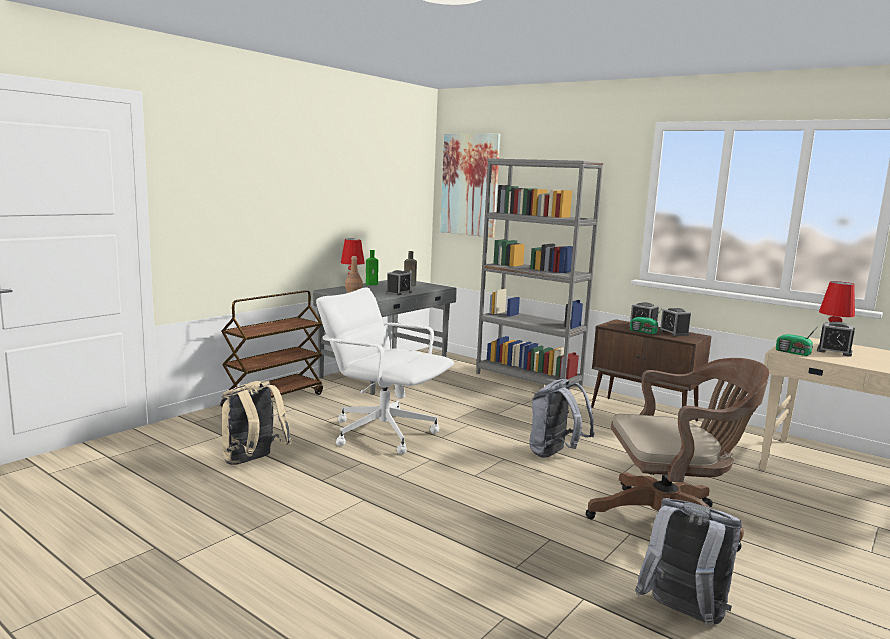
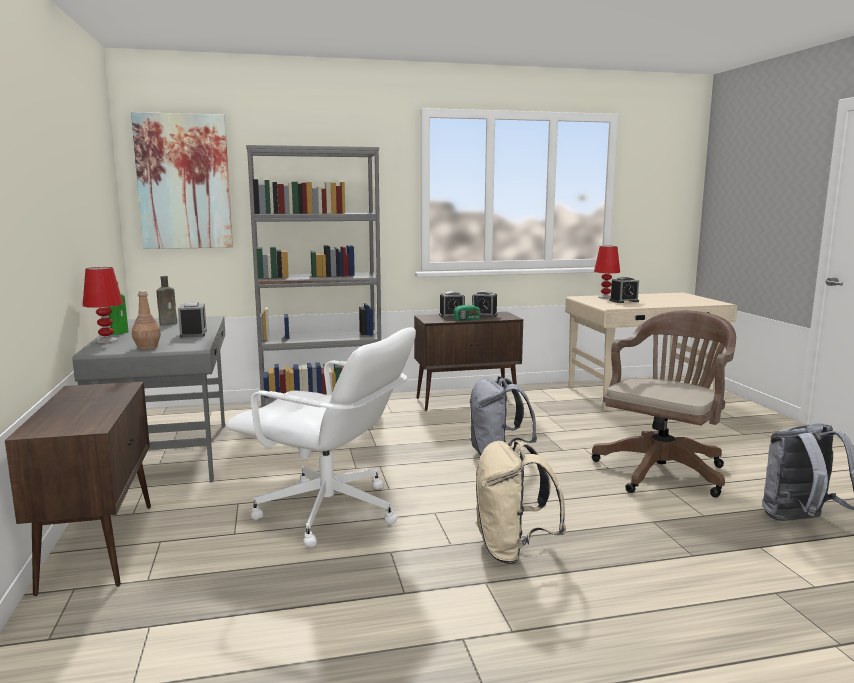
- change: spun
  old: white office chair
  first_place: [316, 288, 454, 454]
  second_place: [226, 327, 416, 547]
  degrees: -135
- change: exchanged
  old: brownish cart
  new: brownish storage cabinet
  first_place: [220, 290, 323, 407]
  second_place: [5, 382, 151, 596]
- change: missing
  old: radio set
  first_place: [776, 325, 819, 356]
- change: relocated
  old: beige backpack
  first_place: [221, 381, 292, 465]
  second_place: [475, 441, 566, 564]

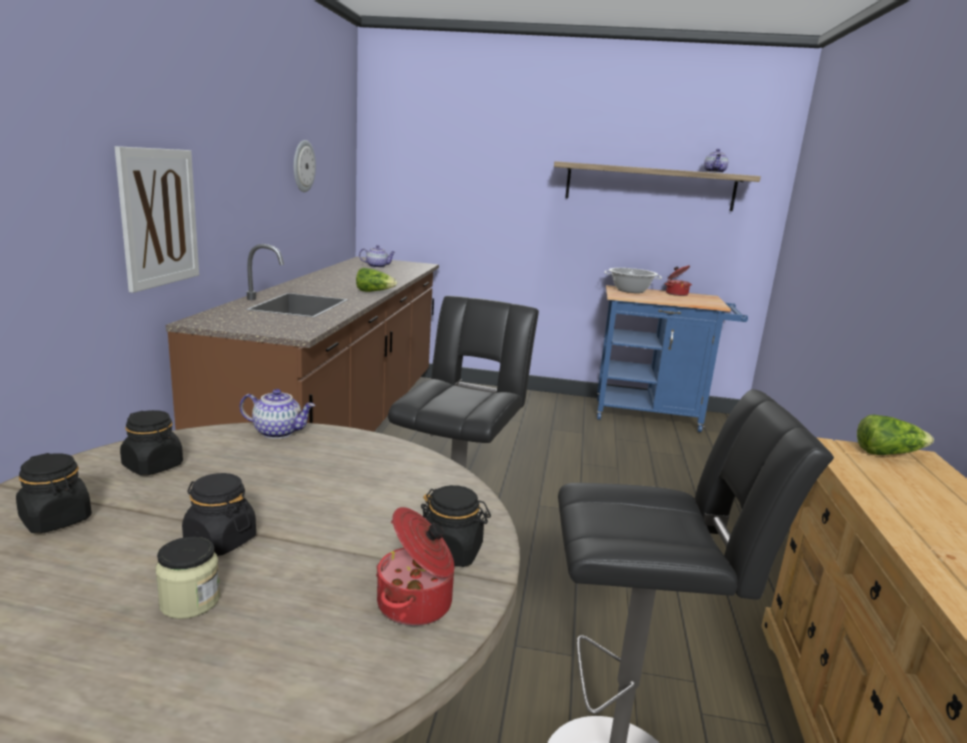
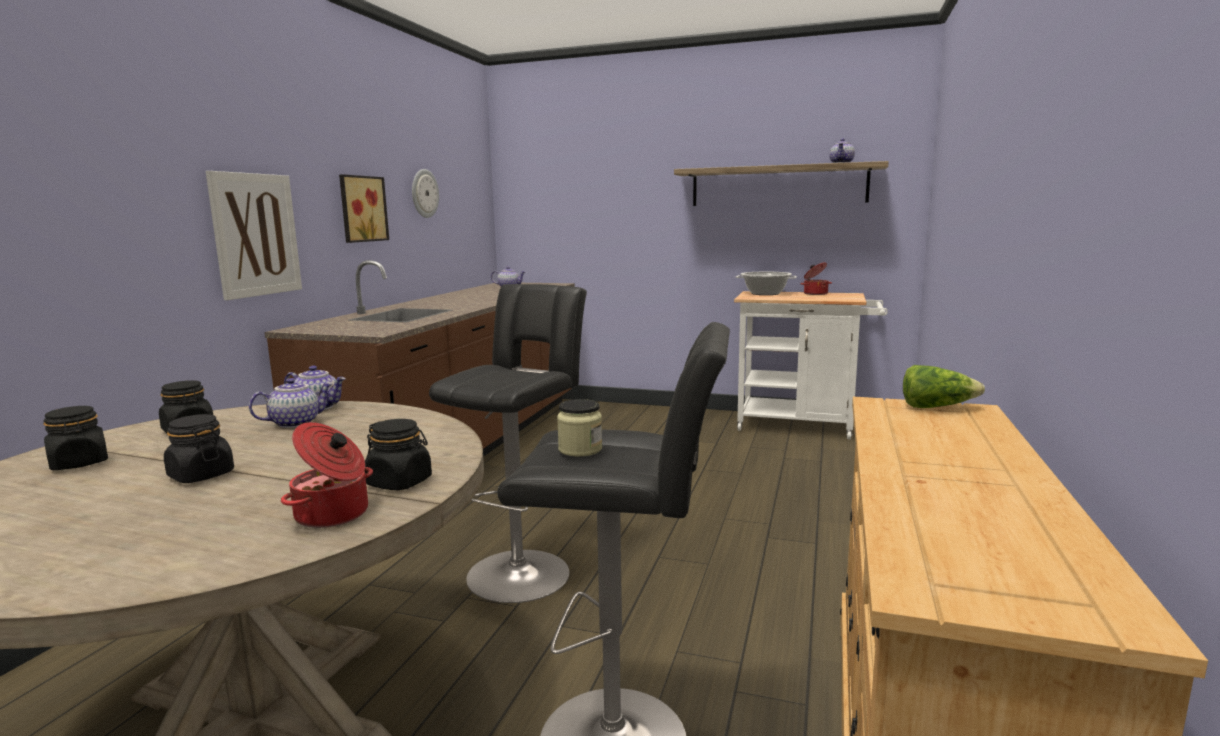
- change: missing
  old: lettuce
  first_place: [356, 267, 397, 292]
- change: colour
  old: blue cart
  new: white cart
  first_place: [597, 285, 748, 432]
  second_place: [734, 291, 888, 439]
- change: relocated
  old: preserve jar
  first_place: [155, 537, 220, 619]
  second_place: [557, 399, 602, 456]
- change: appeared
  new: picture
  second_place: [339, 174, 389, 243]
- change: appeared
  new: tea pot
  second_place: [249, 378, 333, 428]

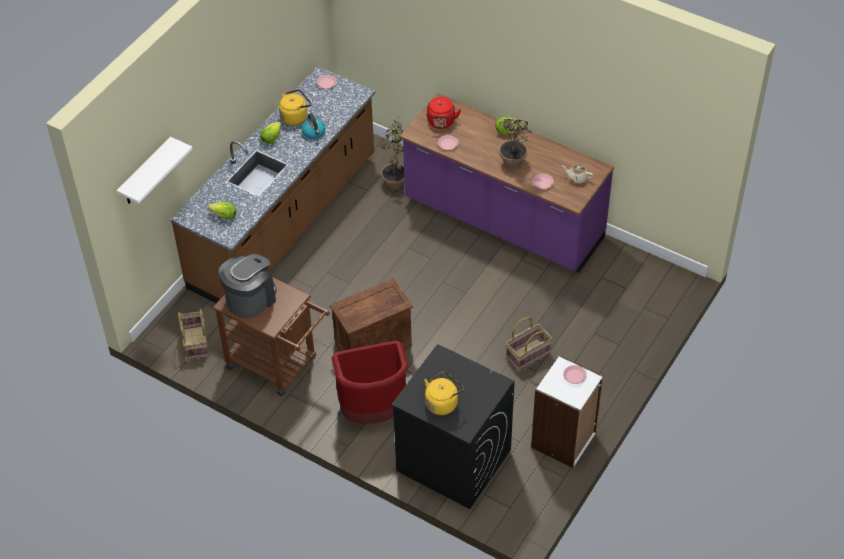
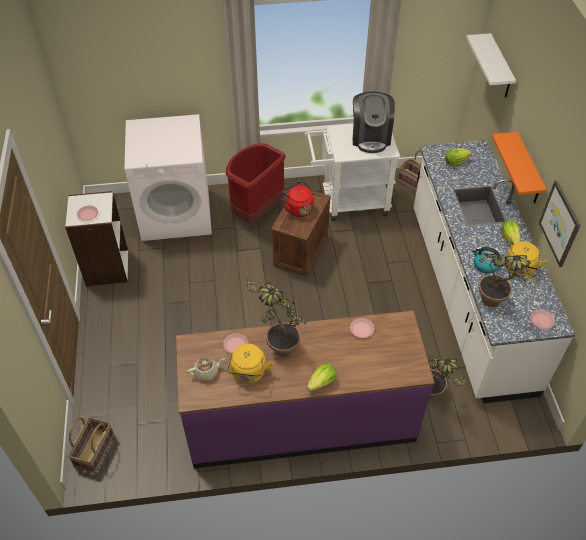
- change: colour
  old: brownish kitchen base unit
  new: white kitchen base unit
  first_place: [171, 66, 375, 303]
  second_place: [414, 140, 575, 403]
- change: relocated
  old: red-coloured kettle
  first_place: [426, 97, 461, 129]
  second_place: [282, 181, 314, 217]
- change: colour
  old: brownish cart
  new: white cart
  first_place: [212, 277, 330, 396]
  second_place: [305, 124, 400, 221]
- change: relocated
  old: household basket
  first_place: [506, 317, 552, 371]
  second_place: [67, 417, 114, 473]
- change: colour
  old: black washing machine
  new: white washing machine
  first_place: [391, 344, 515, 509]
  second_place: [125, 114, 212, 241]
- change: relocated
  old: yellowish kettle
  first_place: [424, 371, 464, 415]
  second_place: [227, 344, 273, 384]
- change: appeared
  new: orange-coloured shelf
  second_place: [492, 132, 547, 203]
- change: appeared
  new: picture
  second_place: [539, 180, 581, 267]
- change: appeared
  new: houseplant
  second_place: [478, 254, 538, 307]

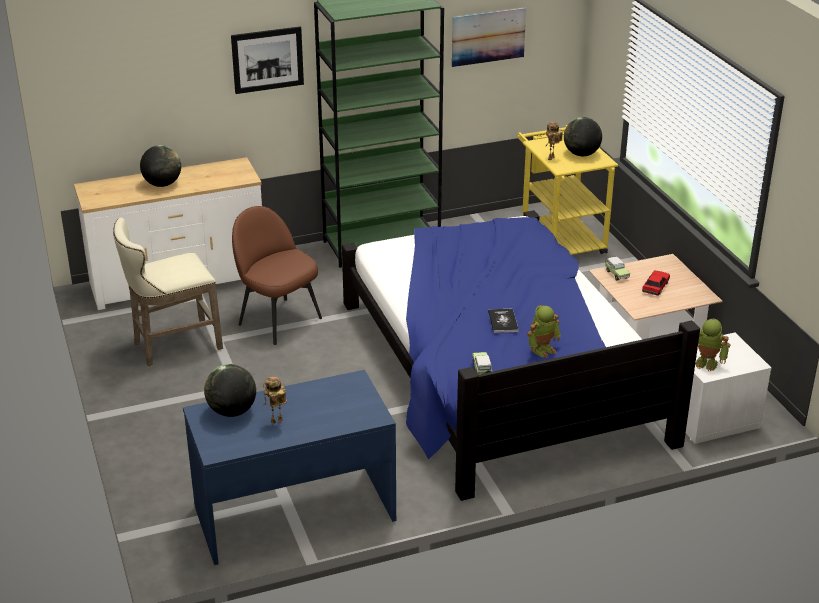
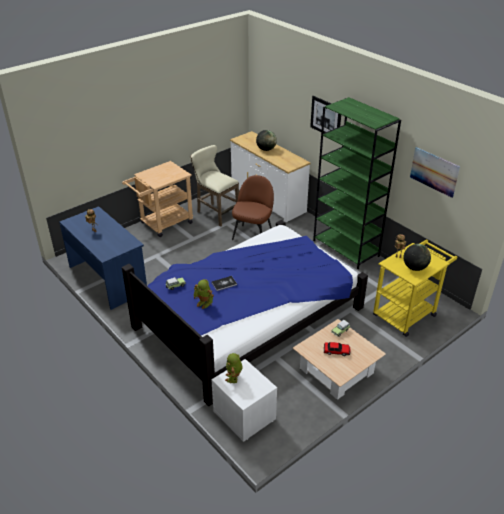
- change: missing
  old: desk globe
  first_place: [204, 364, 256, 417]
- change: appeared
  new: beige cart
  second_place: [122, 161, 193, 237]

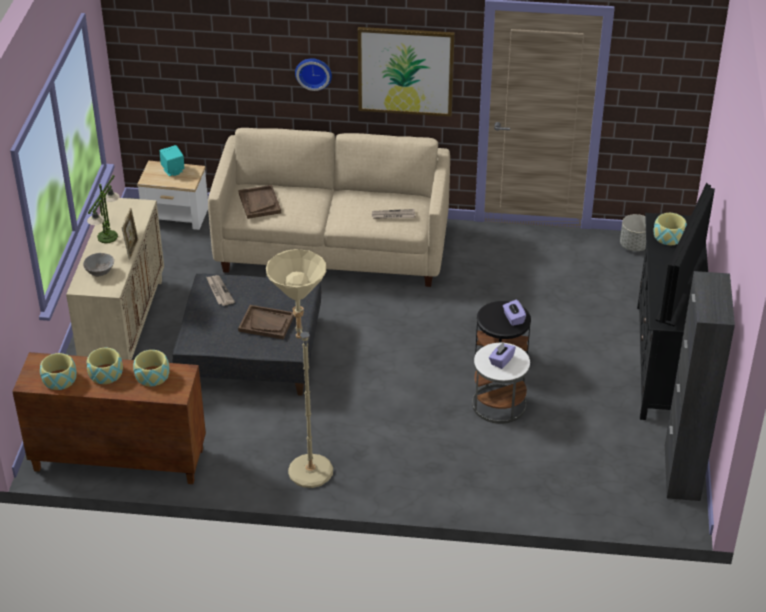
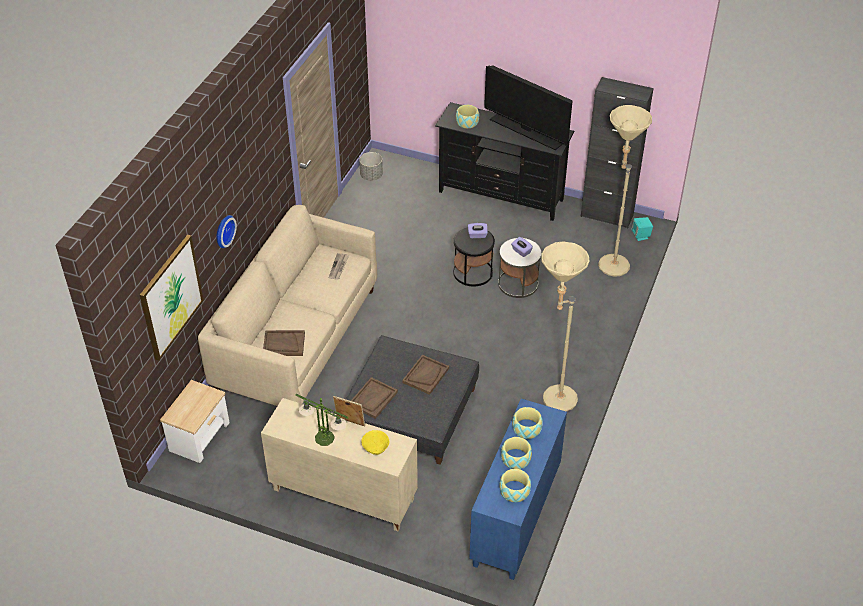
- change: relocated
  old: picture
  first_place: [358, 27, 455, 117]
  second_place: [140, 235, 204, 361]
- change: relocated
  old: turquoise audio speaker
  first_place: [160, 145, 184, 176]
  second_place: [631, 217, 653, 241]
- change: colour
  old: gray bowl
  new: yellowish bowl
  first_place: [83, 253, 114, 277]
  second_place: [361, 430, 389, 455]
- change: exchanged
  old: newspaper
  new: brownish tray
  first_place: [206, 275, 235, 306]
  second_place: [351, 377, 398, 419]
- change: colour
  old: brownish storage cabinet
  new: blue storage cabinet
  first_place: [12, 352, 206, 484]
  second_place: [469, 399, 567, 580]
- change: appeared
  new: beige floor lamp
  second_place: [598, 105, 652, 277]

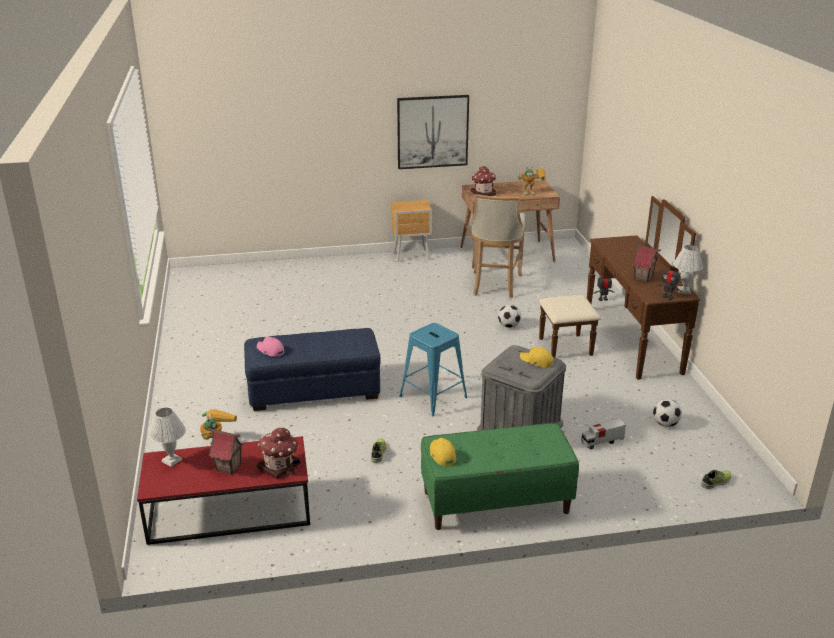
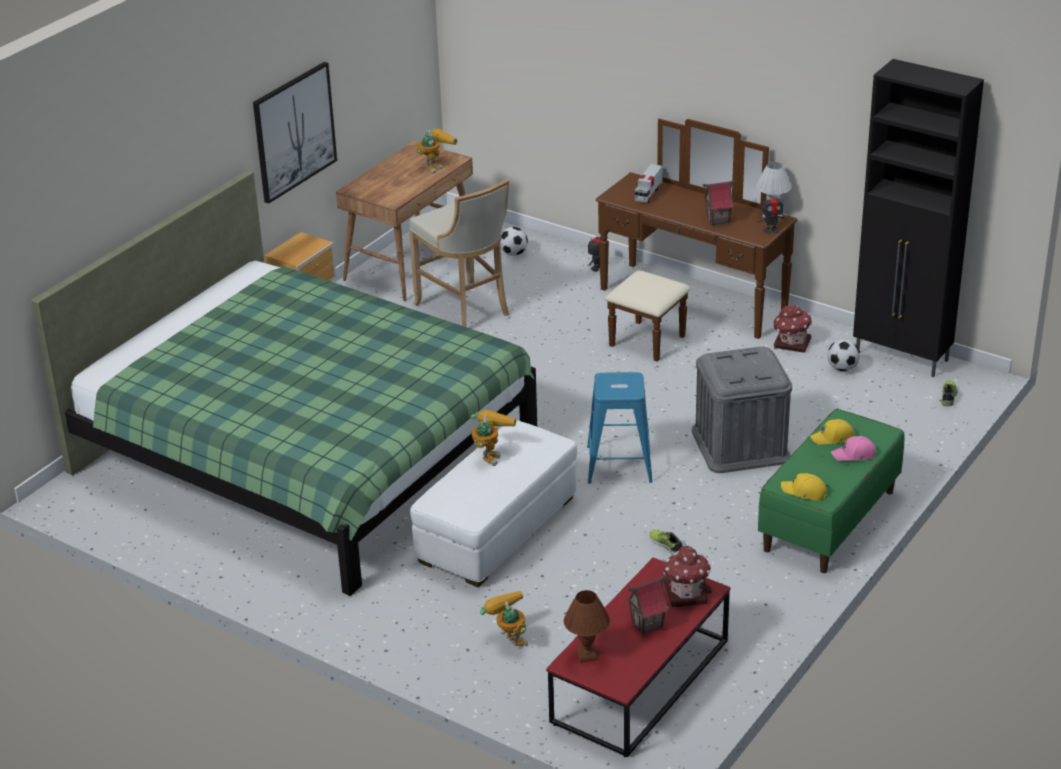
- change: relocated
  old: toy house
  first_place: [470, 166, 497, 196]
  second_place: [773, 305, 812, 353]
- change: relocated
  old: football ball
  first_place: [498, 305, 521, 328]
  second_place: [500, 227, 528, 256]
- change: colour
  old: blue ottoman
  new: white ottoman
  first_place: [244, 328, 381, 411]
  second_place: [410, 420, 577, 587]
- change: relocated
  old: pink peaked cap
  first_place: [257, 337, 284, 357]
  second_place: [831, 436, 876, 461]
- change: relocated
  old: yellowish peaked cap
  first_place: [520, 347, 554, 368]
  second_place: [810, 419, 854, 445]
- change: colour
  old: white table lamp
  new: brownish table lamp
  first_place: [149, 408, 186, 467]
  second_place: [564, 590, 610, 663]
- change: relocated
  old: toy truck
  first_place: [581, 419, 626, 449]
  second_place: [635, 164, 663, 203]
- change: appeared
  new: black storage cabinet
  second_place: [853, 59, 984, 377]
- change: appeared
  new: green bedroom bed
  second_place: [32, 170, 537, 596]
- change: appeared
  new: robot figure
  second_place: [471, 410, 516, 466]

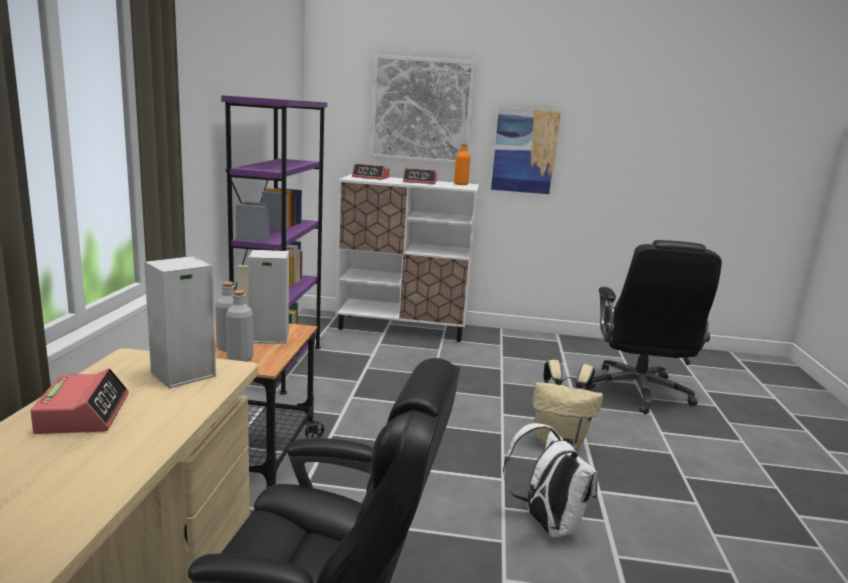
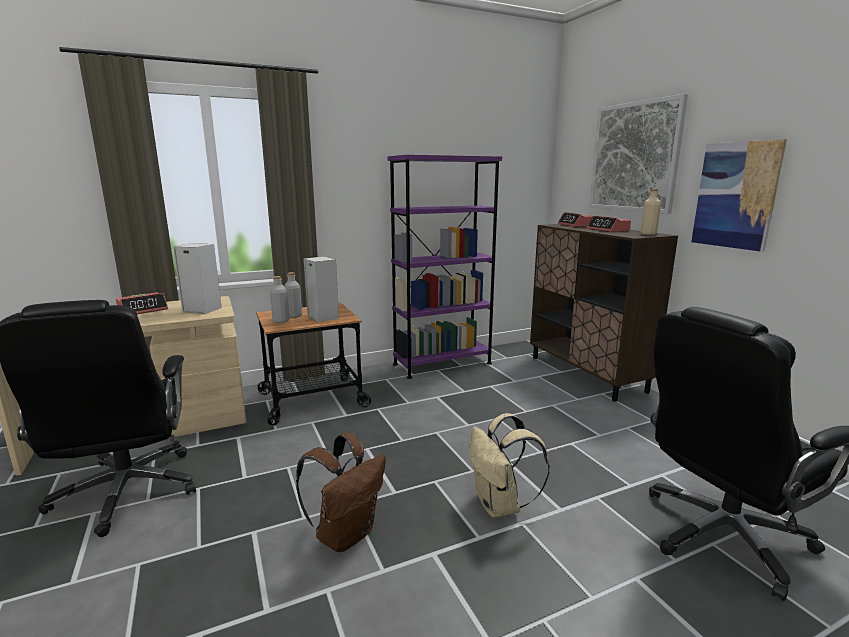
- change: colour
  old: orange-coloured bottle
  new: beige bottle
  first_place: [454, 144, 470, 185]
  second_place: [641, 189, 661, 235]
- change: colour
  old: white storage cabinet
  new: brownish storage cabinet
  first_place: [335, 174, 479, 342]
  second_place: [530, 224, 678, 402]
- change: colour
  old: white backpack
  new: brownish backpack
  first_place: [503, 423, 598, 538]
  second_place: [296, 432, 386, 552]

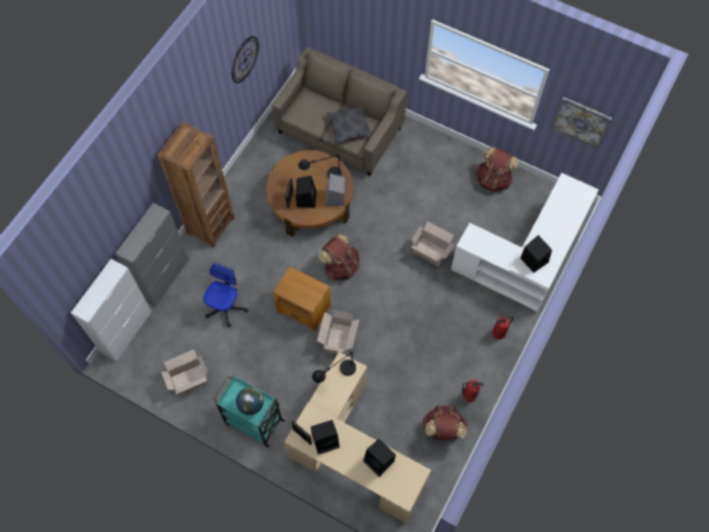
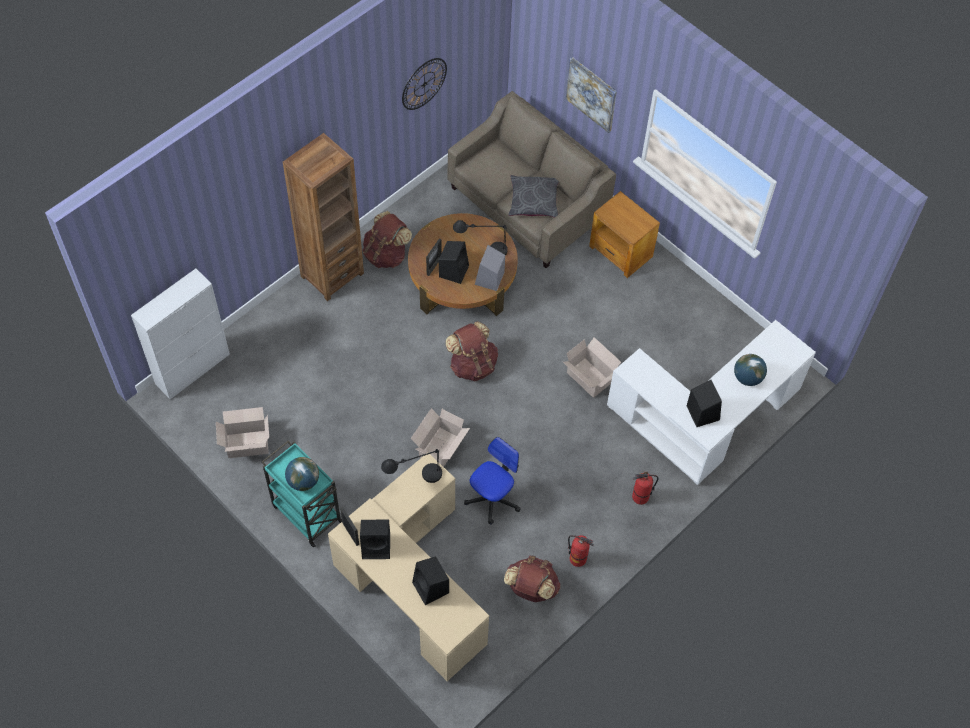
- change: relocated
  old: picture
  first_place: [552, 97, 612, 149]
  second_place: [566, 57, 617, 133]
- change: relocated
  old: brownish backpack
  first_place: [476, 147, 518, 192]
  second_place: [362, 211, 412, 268]
- change: missing
  old: gray storage cabinet
  first_place: [115, 203, 189, 307]
- change: relocated
  old: office chair
  first_place: [203, 263, 248, 327]
  second_place: [464, 437, 521, 525]
- change: relocated
  old: brownish accent table
  first_place: [273, 266, 331, 331]
  second_place: [589, 191, 660, 278]
- change: appeared
  new: desk globe
  second_place: [734, 354, 767, 386]

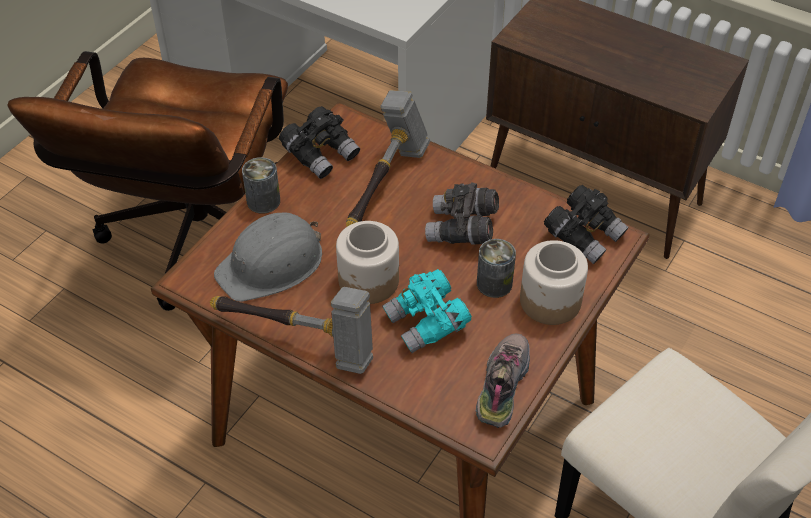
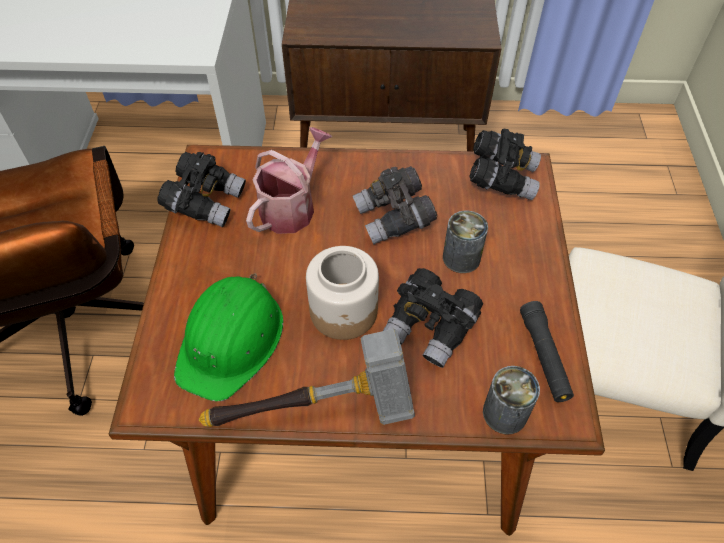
- change: exchanged
  old: tool hammer
  new: sprinkling can
  first_place: [346, 90, 430, 227]
  second_place: [246, 127, 332, 234]
- change: relocated
  old: can
  first_place: [242, 157, 280, 214]
  second_place: [483, 366, 540, 435]
- change: colour
  old: gray hard hat
  new: green hard hat
  first_place: [214, 212, 322, 301]
  second_place: [174, 273, 283, 401]
- change: missing
  old: preserve jar
  first_place: [520, 240, 588, 325]
- change: colour
  old: turquoise field glasses
  new: black field glasses
  first_place: [382, 269, 472, 353]
  second_place: [383, 268, 483, 368]
- change: exchanged
  old: low shoe
  new: black hand torch
  first_place: [476, 333, 530, 428]
  second_place: [520, 301, 574, 402]

